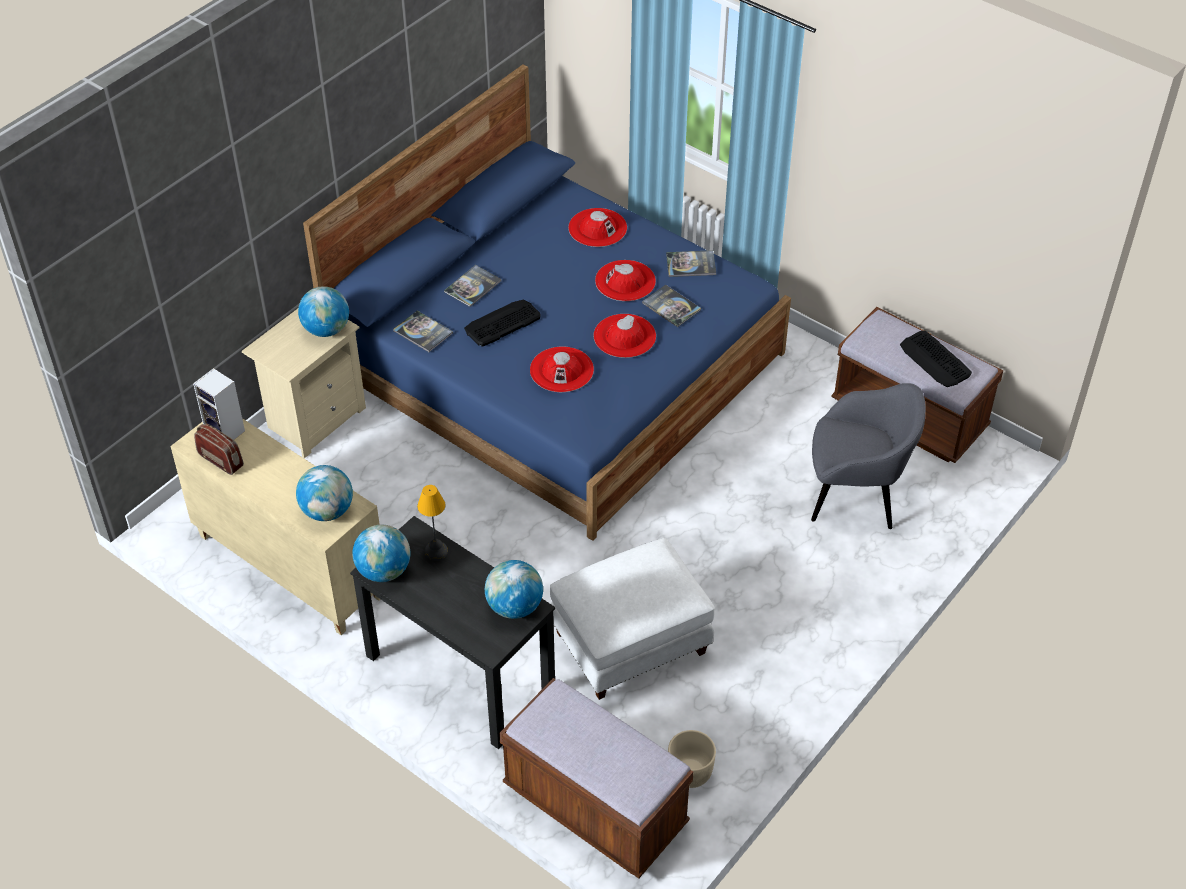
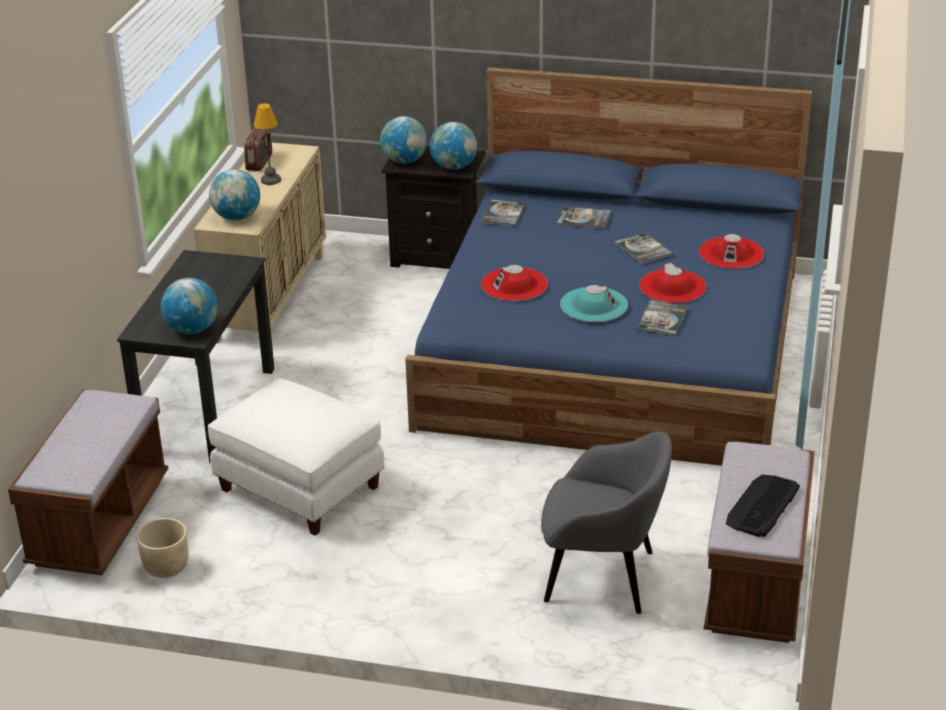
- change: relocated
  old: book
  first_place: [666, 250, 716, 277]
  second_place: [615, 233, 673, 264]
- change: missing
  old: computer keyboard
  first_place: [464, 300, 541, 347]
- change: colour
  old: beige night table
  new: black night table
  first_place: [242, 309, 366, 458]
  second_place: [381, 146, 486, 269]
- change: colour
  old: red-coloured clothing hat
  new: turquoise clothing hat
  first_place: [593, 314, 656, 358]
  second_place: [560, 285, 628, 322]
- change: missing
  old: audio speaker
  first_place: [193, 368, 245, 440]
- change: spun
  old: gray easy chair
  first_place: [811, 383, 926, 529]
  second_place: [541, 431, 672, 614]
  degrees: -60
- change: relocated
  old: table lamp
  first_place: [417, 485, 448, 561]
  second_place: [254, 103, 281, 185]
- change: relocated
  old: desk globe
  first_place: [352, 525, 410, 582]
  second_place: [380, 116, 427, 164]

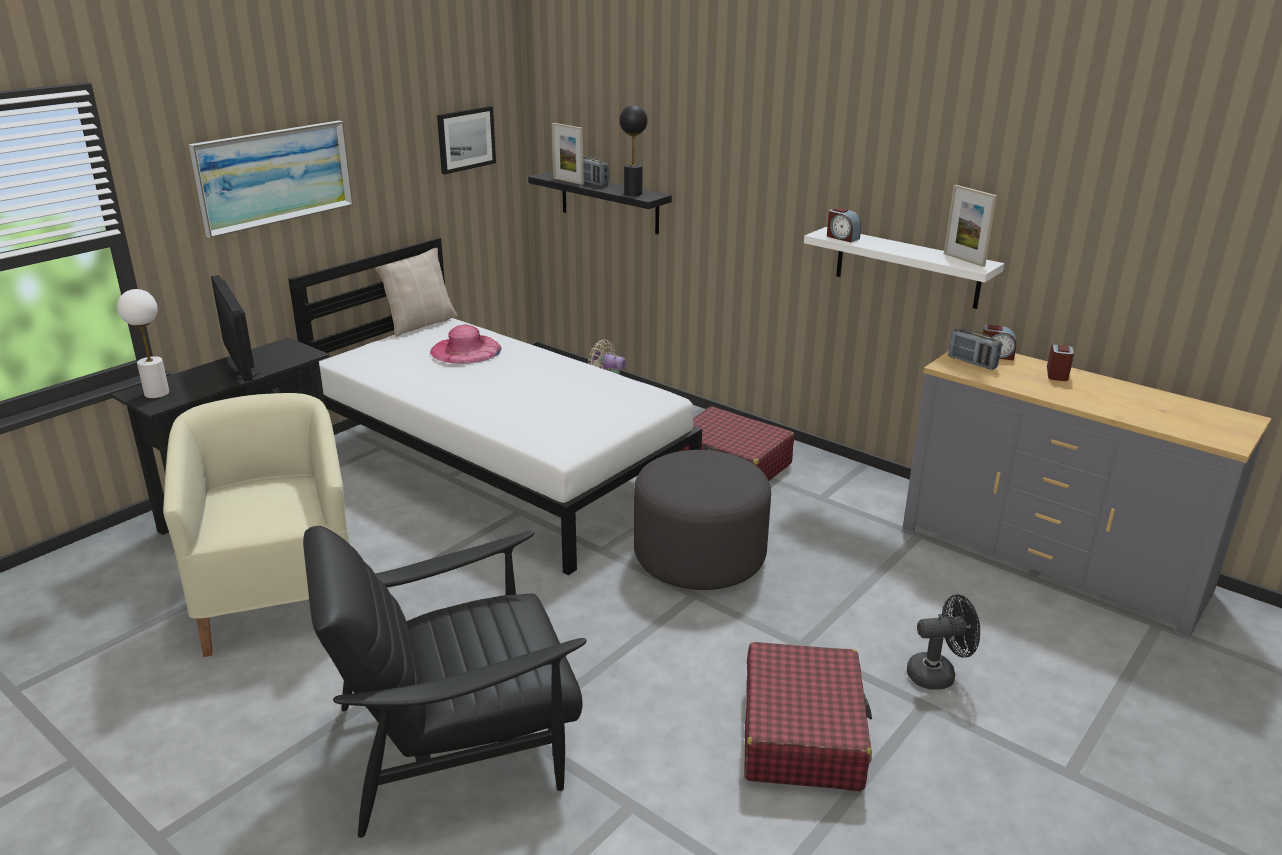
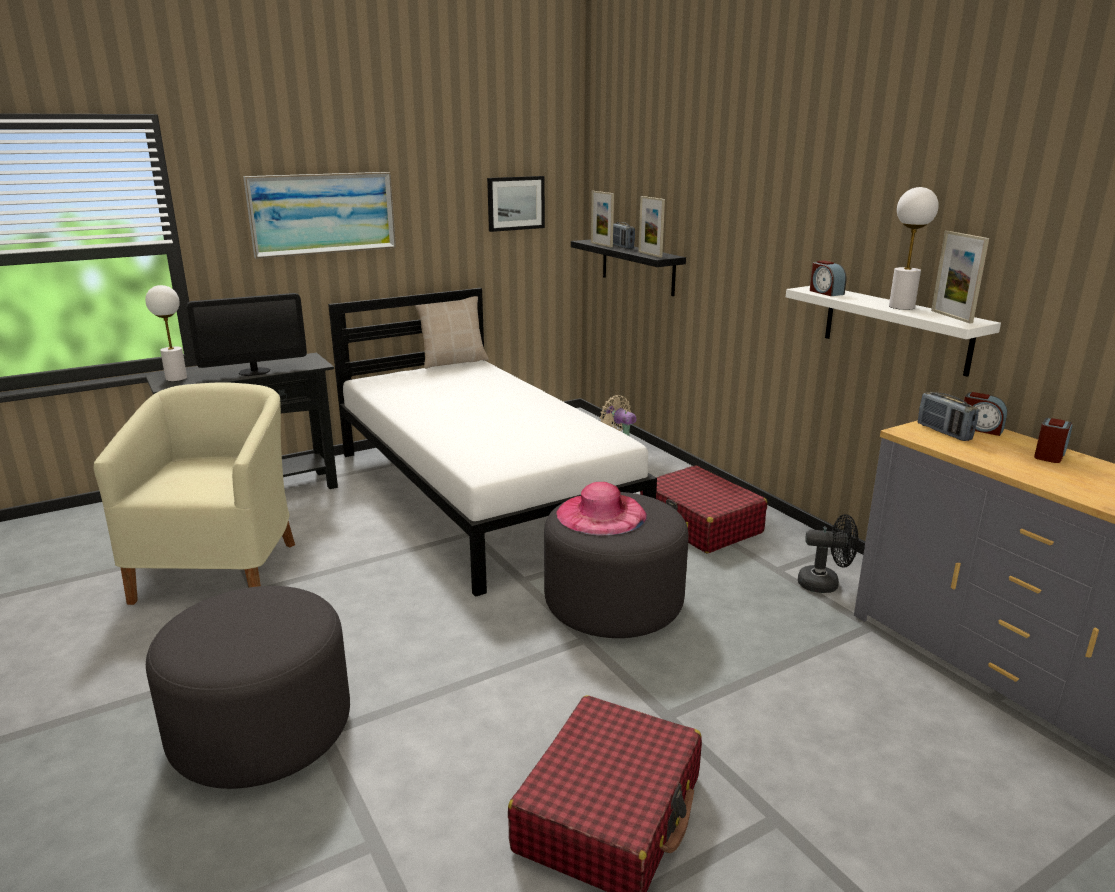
- change: exchanged
  old: black table lamp
  new: standing frame
  first_place: [619, 105, 648, 196]
  second_place: [638, 196, 665, 258]
- change: spun
  old: monitor
  first_place: [211, 275, 260, 382]
  second_place: [187, 293, 307, 376]
  degrees: -105
- change: relocated
  old: pink clothing hat
  first_place: [430, 325, 502, 364]
  second_place: [556, 482, 647, 535]
- change: exchanged
  old: black easy chair
  new: gray ottoman
  first_place: [303, 526, 587, 838]
  second_place: [146, 586, 350, 789]
- change: relocated
  old: black electric fan
  first_place: [907, 594, 980, 690]
  second_place: [798, 514, 858, 593]
- change: appeared
  new: white table lamp
  second_place: [889, 187, 939, 310]

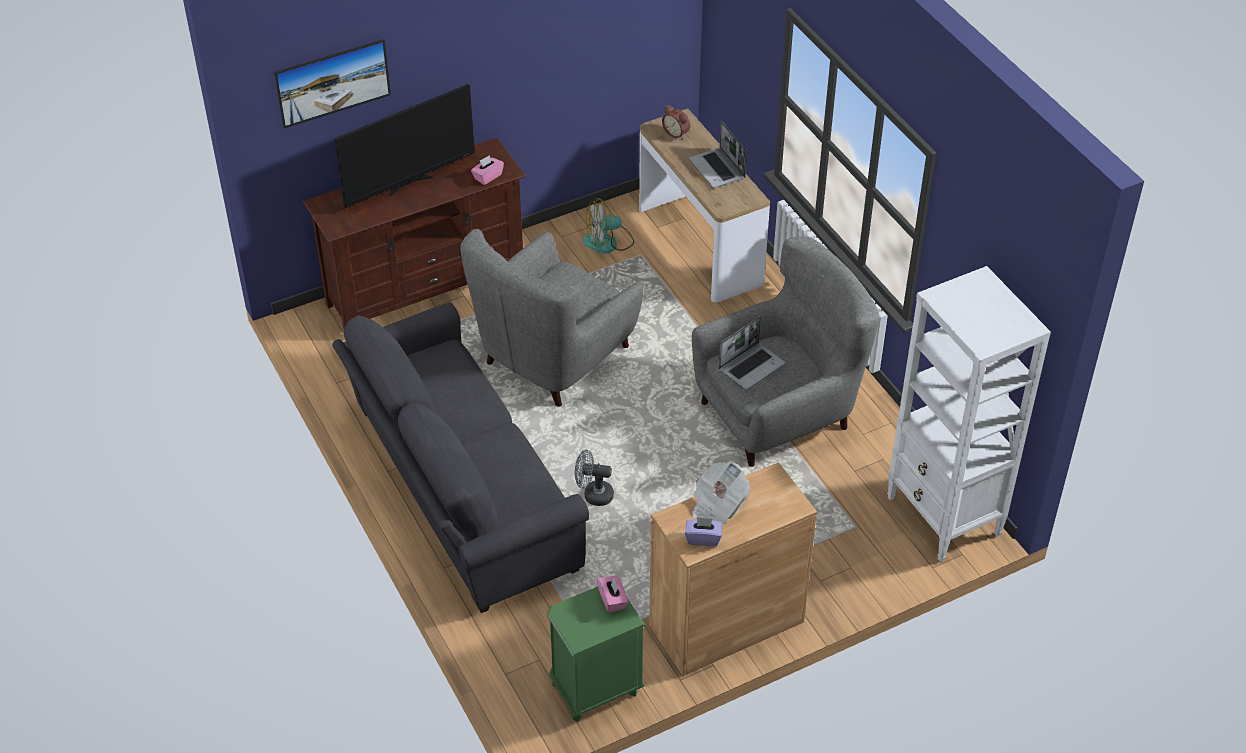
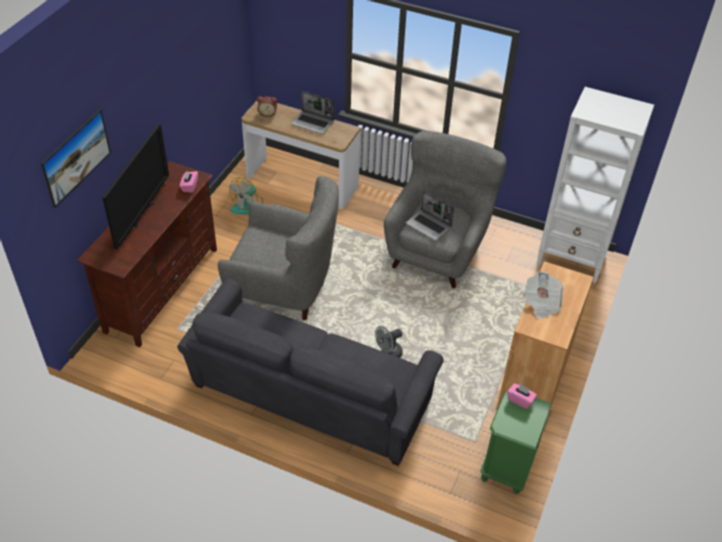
- change: spun
  old: gray easy chair
  first_place: [460, 229, 644, 407]
  second_place: [218, 176, 339, 320]
  degrees: -75
- change: spun
  old: laptop
  first_place: [718, 316, 785, 390]
  second_place: [406, 191, 454, 241]
  degrees: 120
- change: missing
  old: purple box of tissues
  first_place: [685, 517, 722, 546]

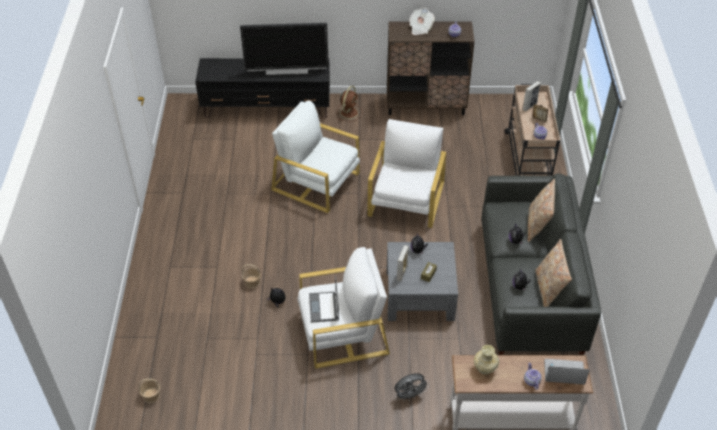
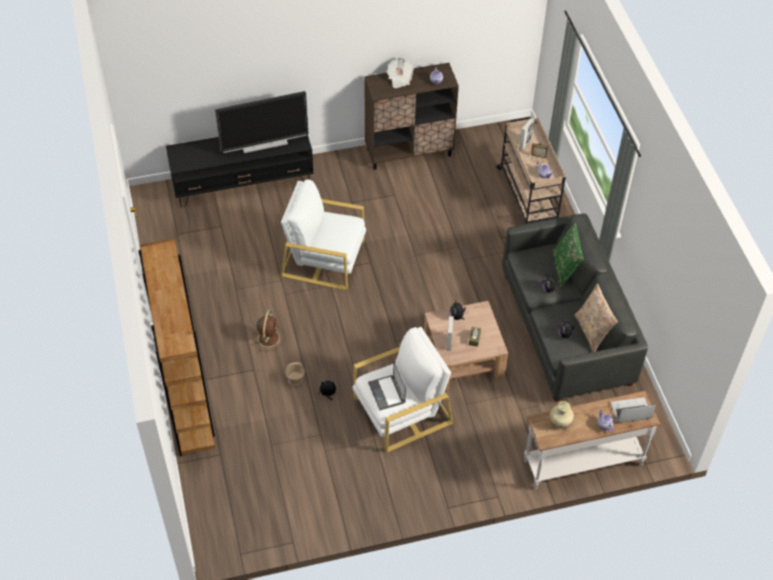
- change: relocated
  old: brownish electric fan
  first_place: [337, 86, 363, 122]
  second_place: [253, 310, 285, 351]
- change: missing
  old: white easy chair
  first_place: [367, 119, 446, 228]
- change: colour
  old: beige pillow
  new: green pillow
  first_place: [528, 179, 555, 242]
  second_place: [553, 222, 584, 288]
- change: colour
  old: gray low table
  new: brownish low table
  first_place: [387, 242, 458, 321]
  second_place: [424, 301, 508, 390]
- change: missing
  old: gray electric fan
  first_place: [394, 373, 429, 402]
- change: missing
  old: household basket
  first_place: [138, 379, 160, 403]
- change: appeared
  new: brownish shelving unit
  second_place: [138, 238, 215, 457]

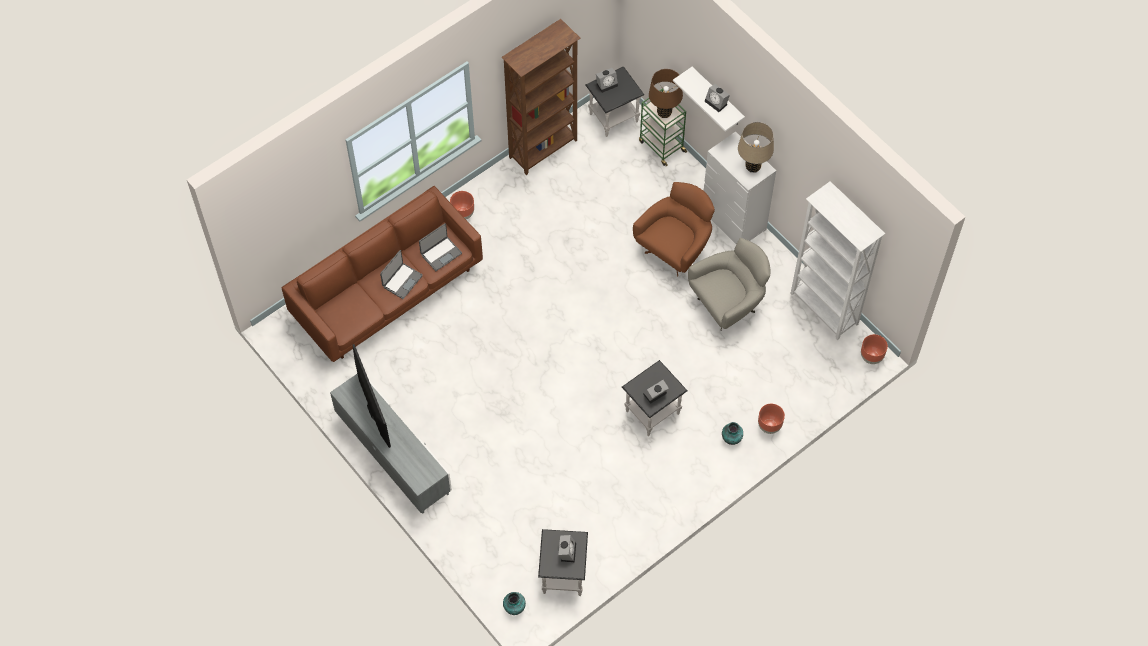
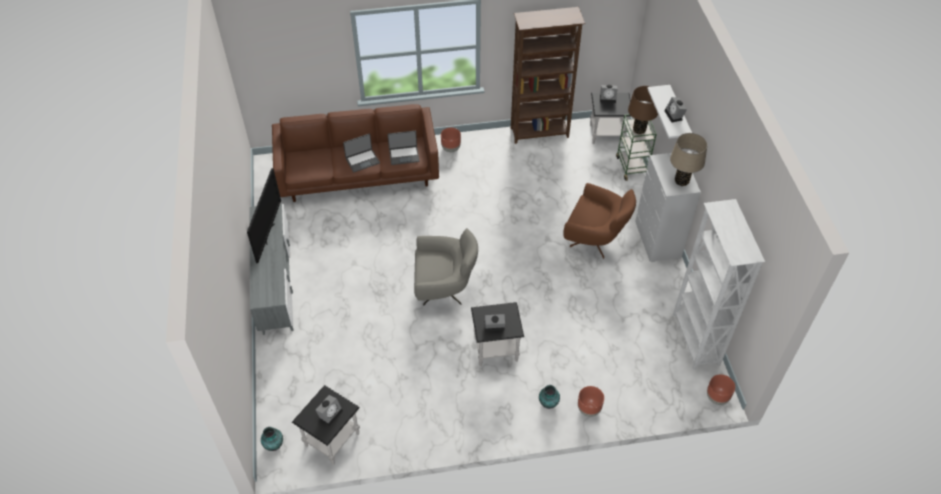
- change: spun
  old: brownish easy chair
  first_place: [633, 182, 715, 277]
  second_place: [563, 183, 636, 259]
  degrees: 45
- change: relocated
  old: gray easy chair
  first_place: [688, 238, 771, 330]
  second_place: [414, 228, 478, 306]

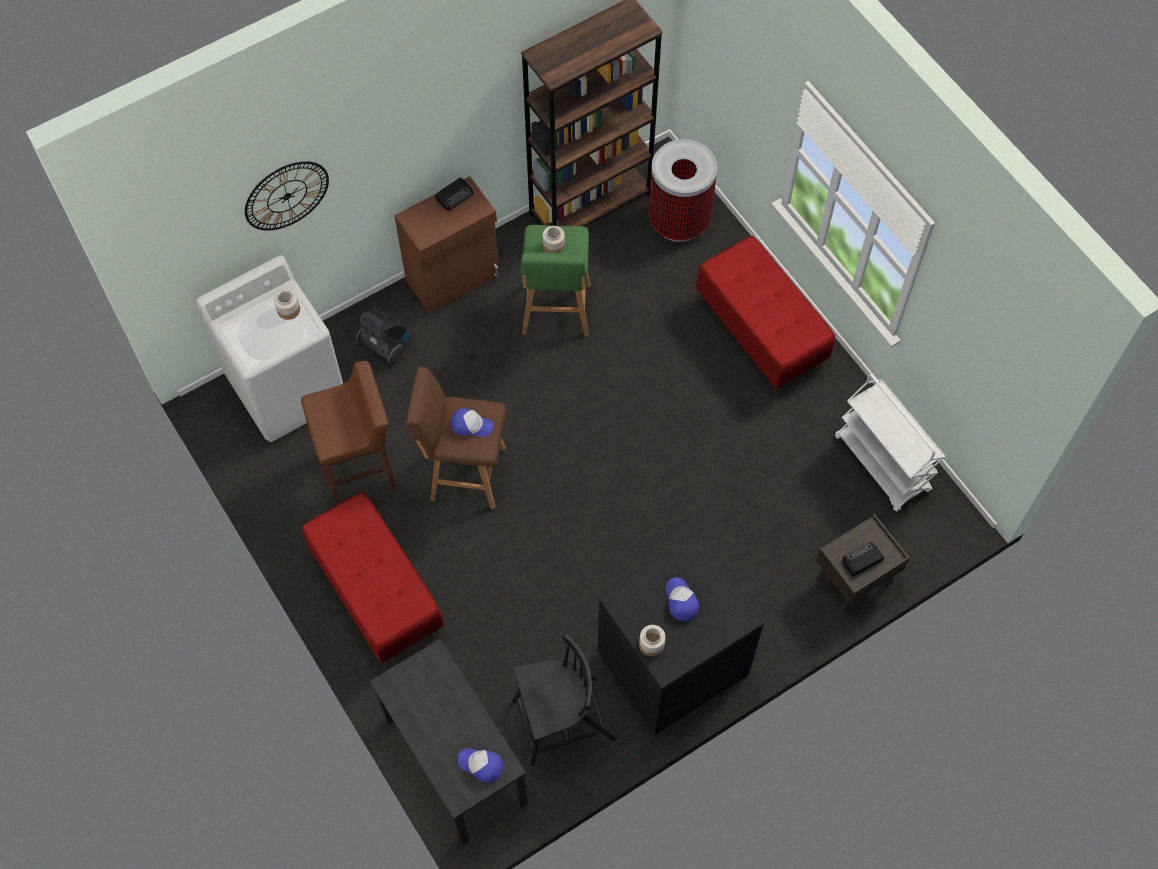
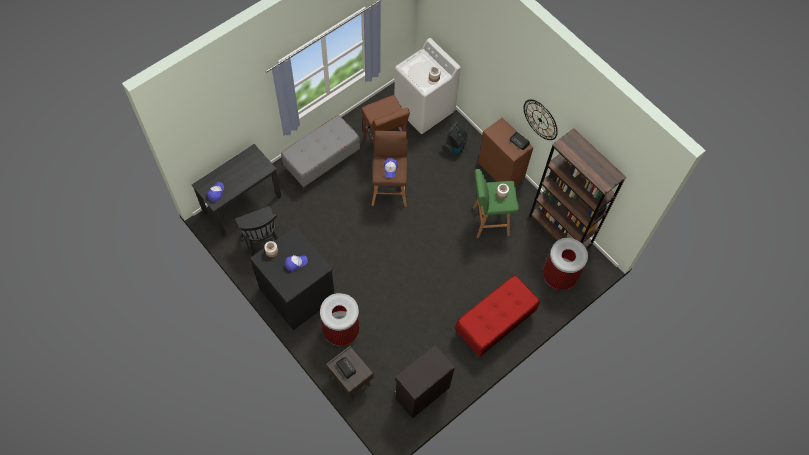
- change: relocated
  old: hanging clock
  first_place: [245, 161, 329, 231]
  second_place: [524, 99, 558, 140]
- change: exchanged
  old: white cart
  new: black storage cabinet
  first_place: [834, 374, 945, 512]
  second_place: [395, 345, 455, 419]
- change: colour
  old: red-coloured bench
  new: gray bench
  first_place: [302, 492, 444, 665]
  second_place: [281, 115, 360, 190]
- change: appeared
  new: trash can
  second_place: [320, 293, 360, 346]

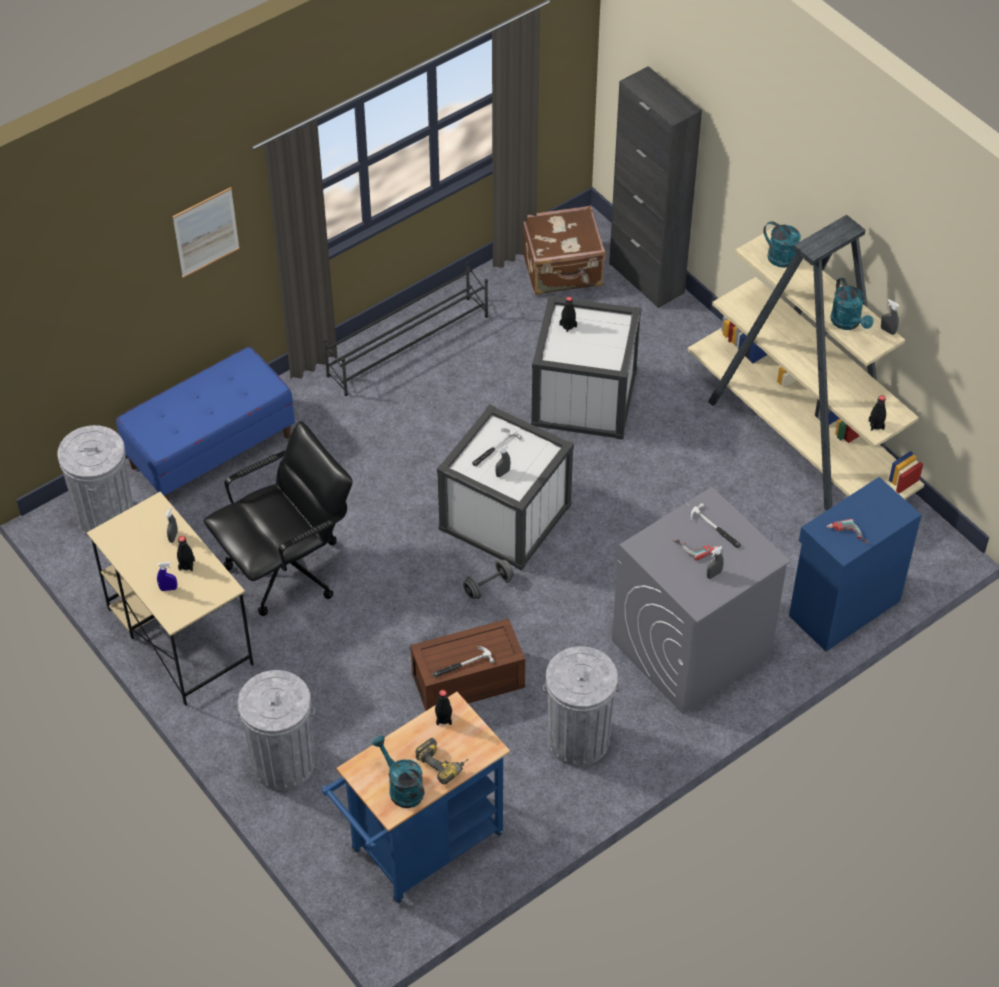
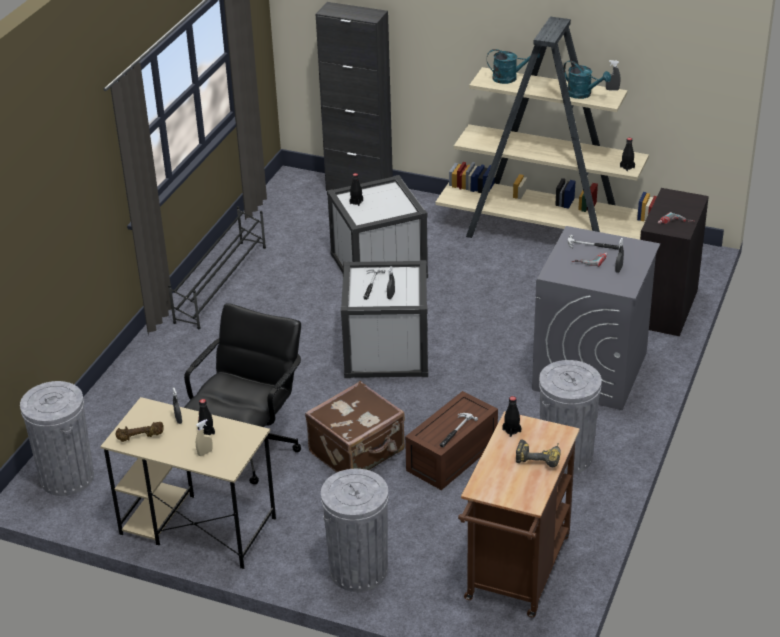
- change: missing
  old: picture
  first_place: [172, 187, 240, 278]
- change: relocated
  old: brownish piece of luggage
  first_place: [523, 205, 605, 295]
  second_place: [305, 381, 405, 472]
- change: missing
  old: blue bench
  first_place: [116, 347, 295, 501]
- change: colour
  old: blue storage cabinet
  new: black storage cabinet
  first_place: [789, 477, 921, 652]
  second_place: [640, 188, 709, 336]
- change: missing
  old: gray dumbbell
  first_place: [463, 560, 514, 599]
- change: colour
  old: blue sprayer
  new: beige sprayer
  first_place: [157, 562, 177, 591]
  second_place: [196, 419, 213, 456]
- change: colour
  old: blue cart
  new: brownish cart
  first_place: [322, 692, 510, 903]
  second_place: [458, 411, 580, 618]
- change: missing
  old: turquoise sprinkling can
  first_place: [372, 736, 425, 808]
- change: appeared
  new: brownish dumbbell
  second_place: [115, 422, 164, 442]

